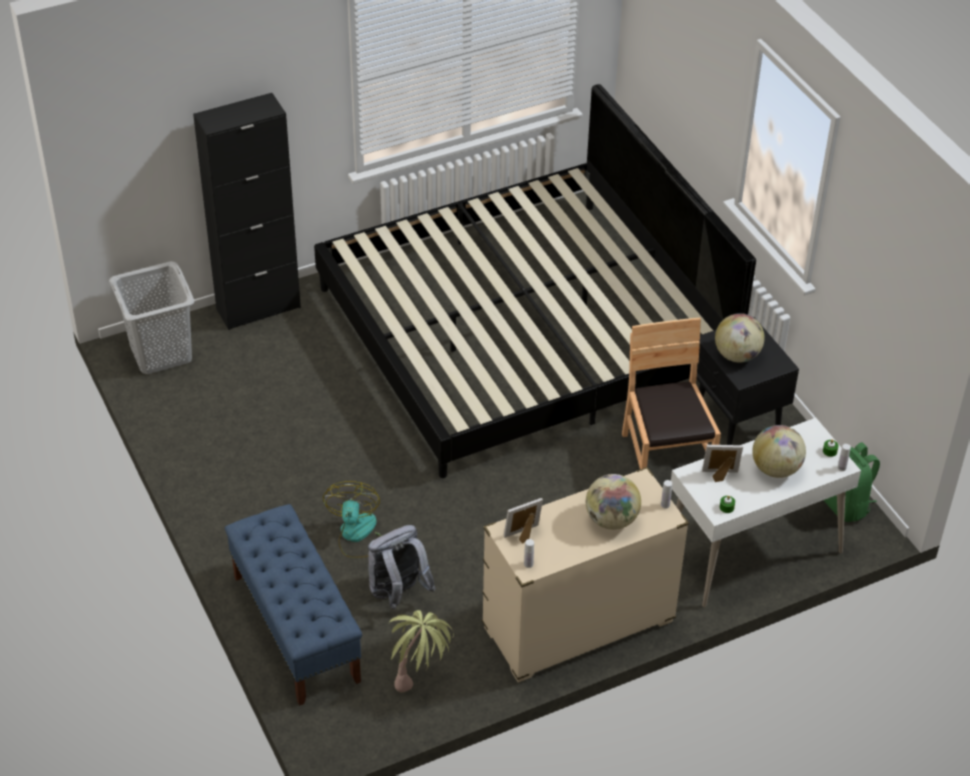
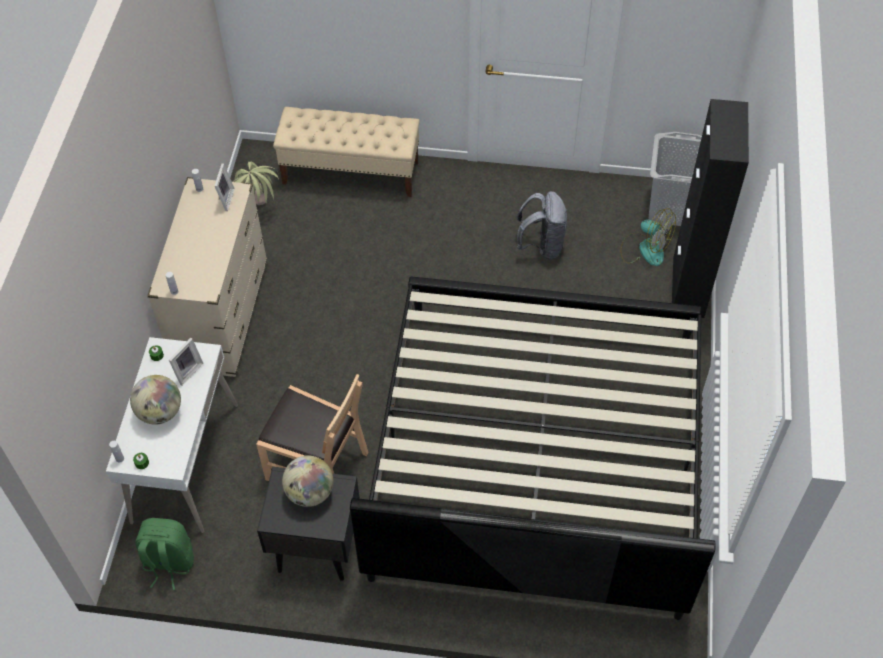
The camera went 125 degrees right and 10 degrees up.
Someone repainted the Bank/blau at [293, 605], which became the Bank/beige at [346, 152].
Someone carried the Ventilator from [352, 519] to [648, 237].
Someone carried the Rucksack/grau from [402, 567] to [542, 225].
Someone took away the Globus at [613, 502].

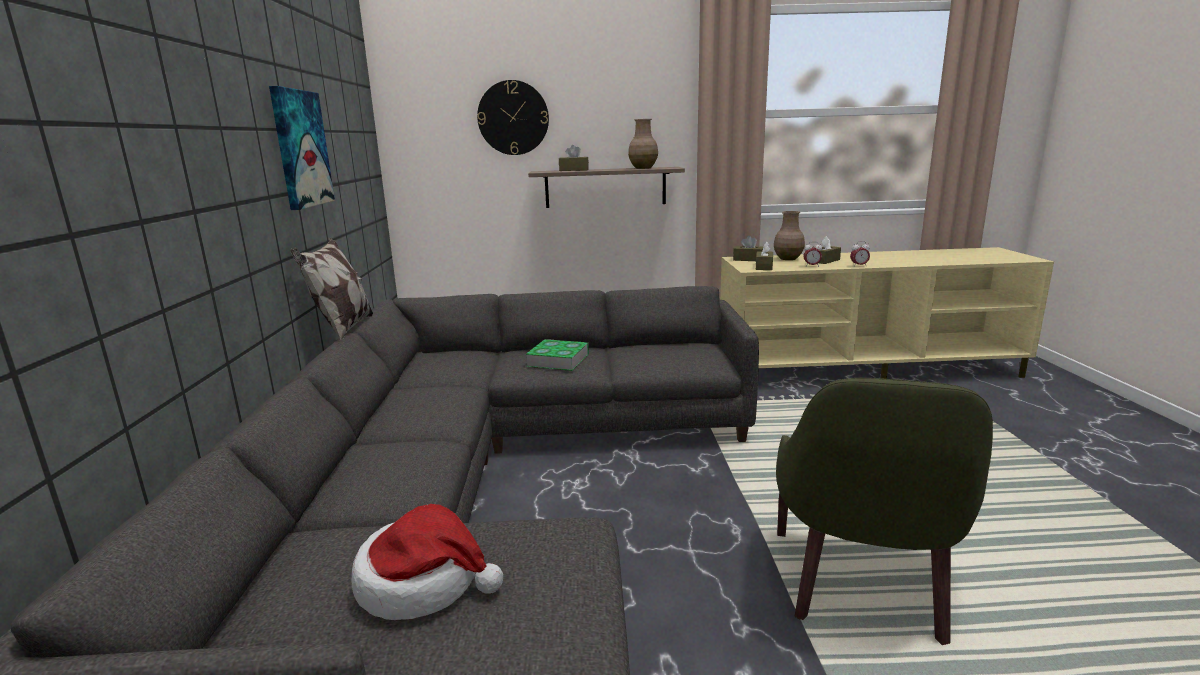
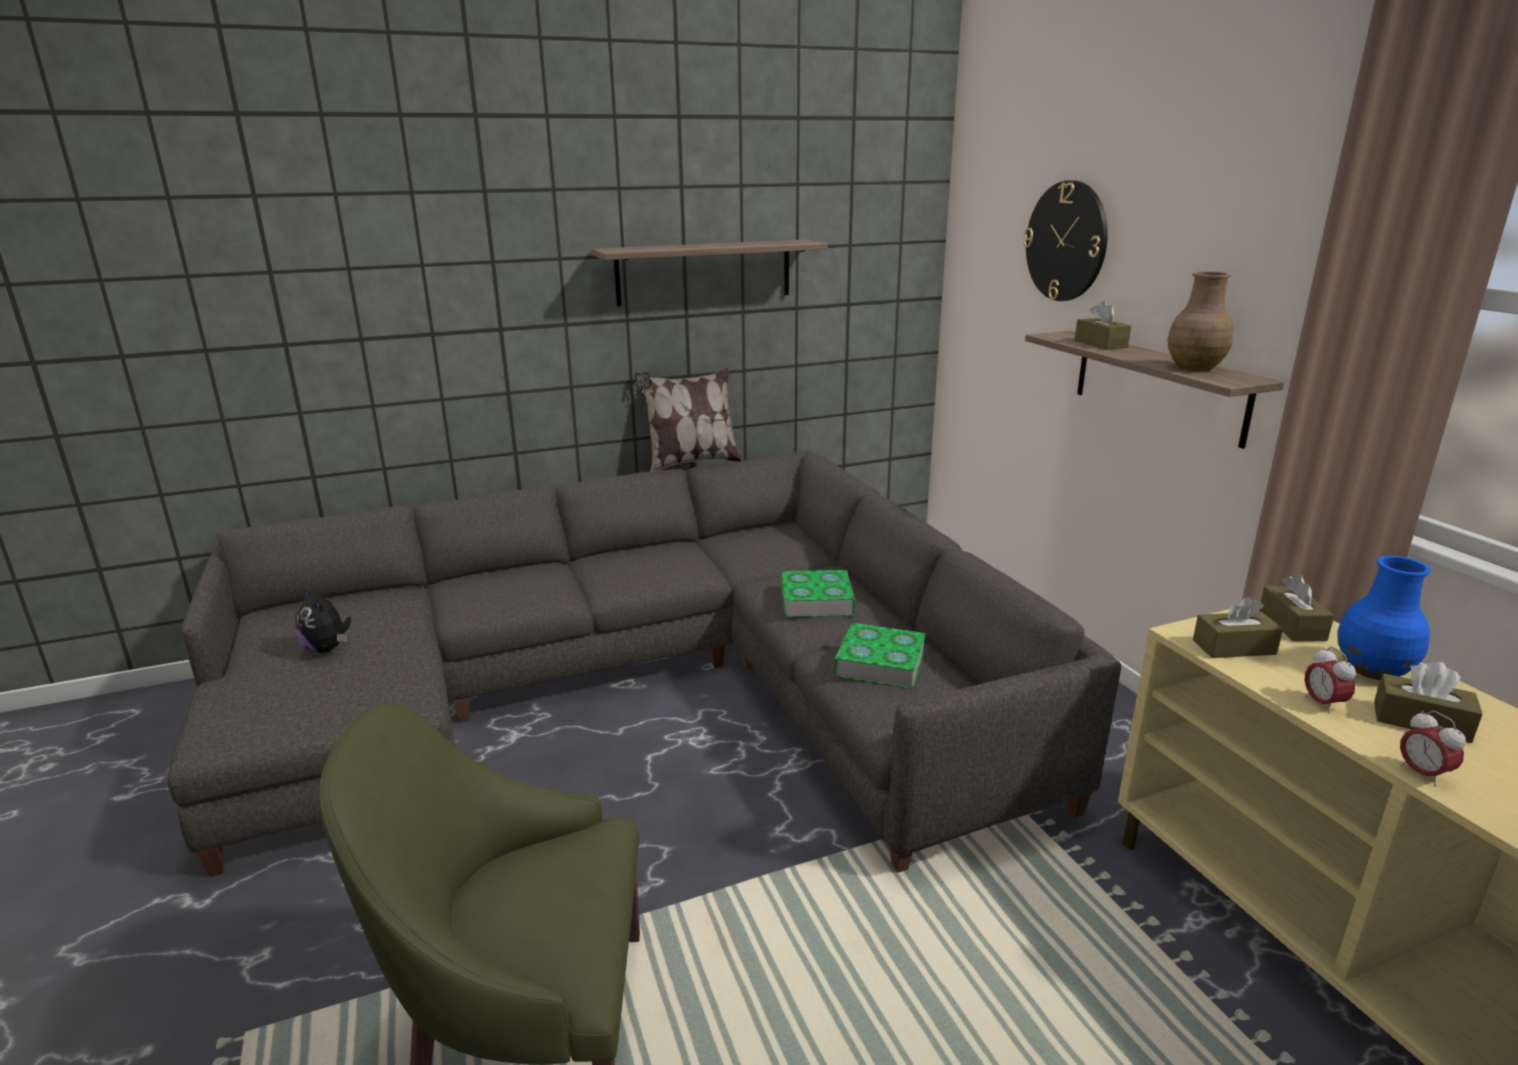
The camera went 70 degrees right and 5 degrees up.
Someone swapped the Bild at [302, 148] for the Wandregal at [710, 273].
Someone swapped the Hut at [427, 562] for the Plüschtier at [323, 620].
Someone repainted the Vase/braun at [789, 235], which became the Vase/blau at [1384, 618].
Someone put down the Buch at [880, 656].

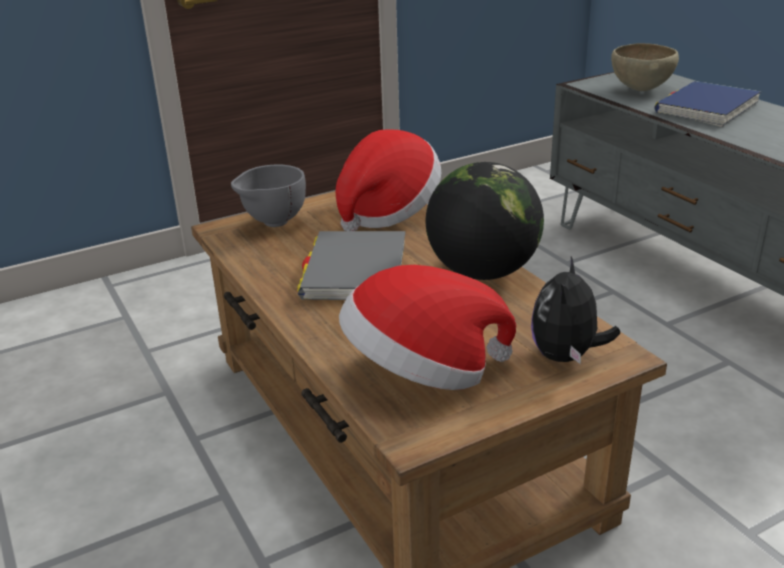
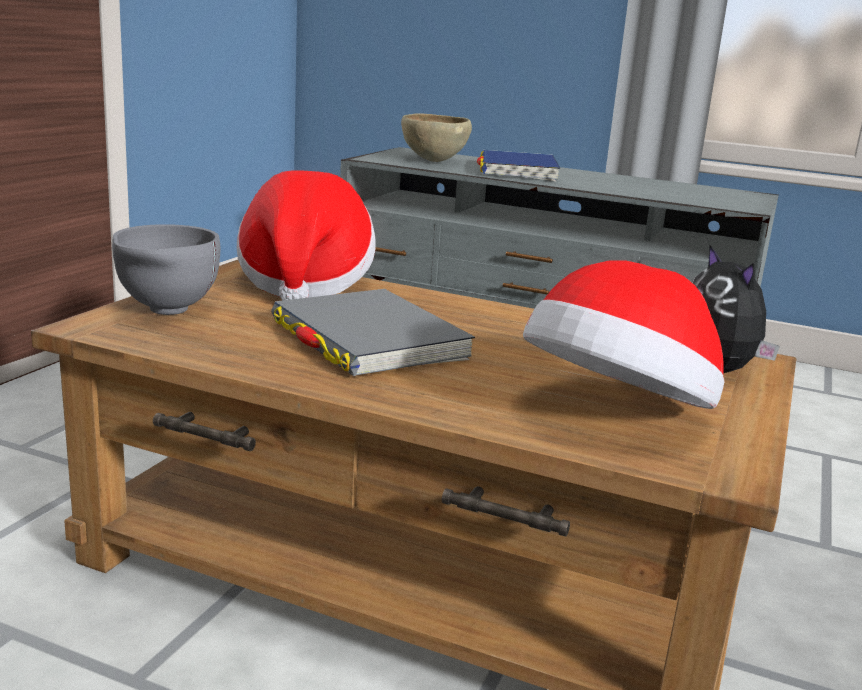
The camera went 40 degrees left and 10 degrees down.
Someone took away the Globus at [485, 221].

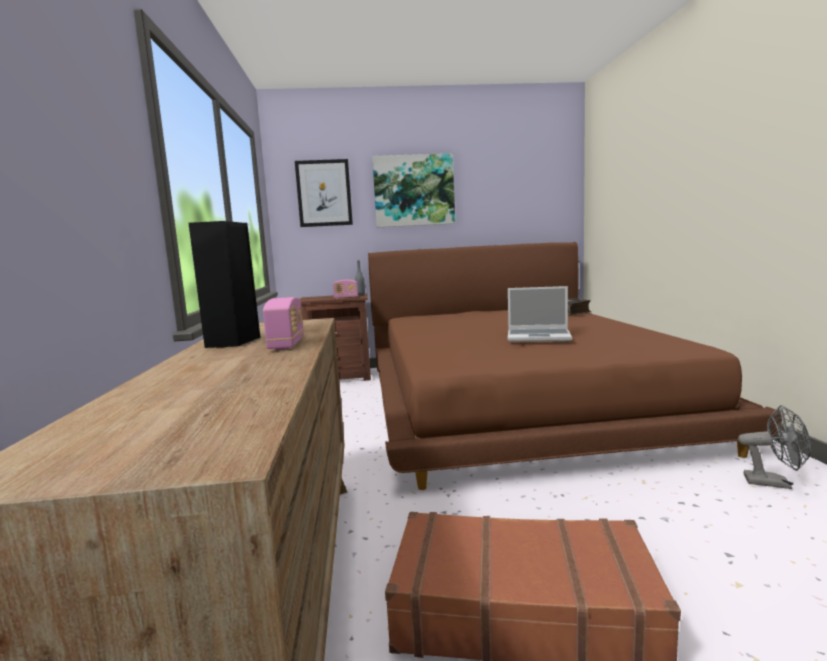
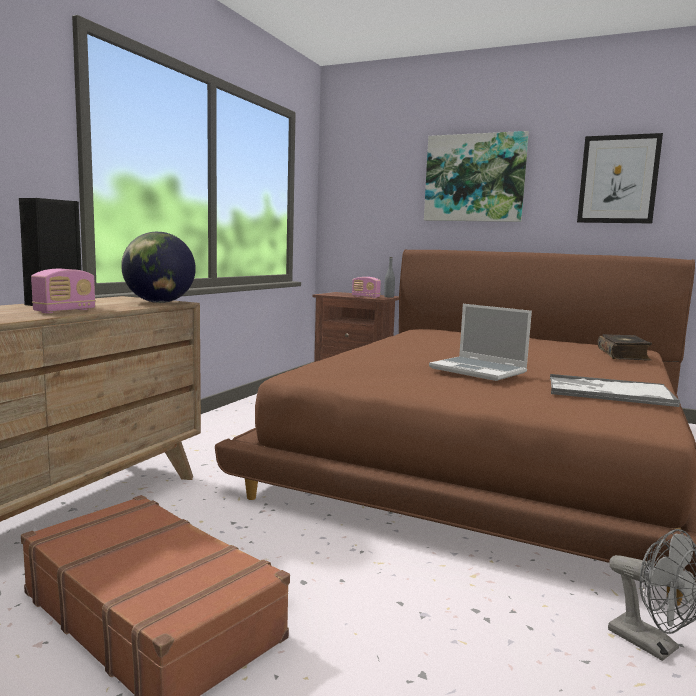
The camera went 30 degrees right and 0 degrees up.
Someone carried the Bild from [324, 193] to [620, 178].
Someone put down the Globus at [158, 267].
Someone put down the Tablett at [615, 390].

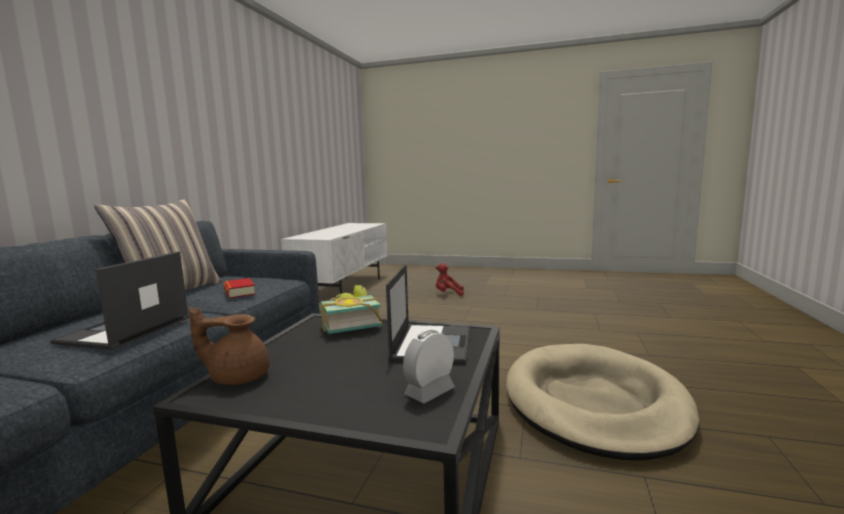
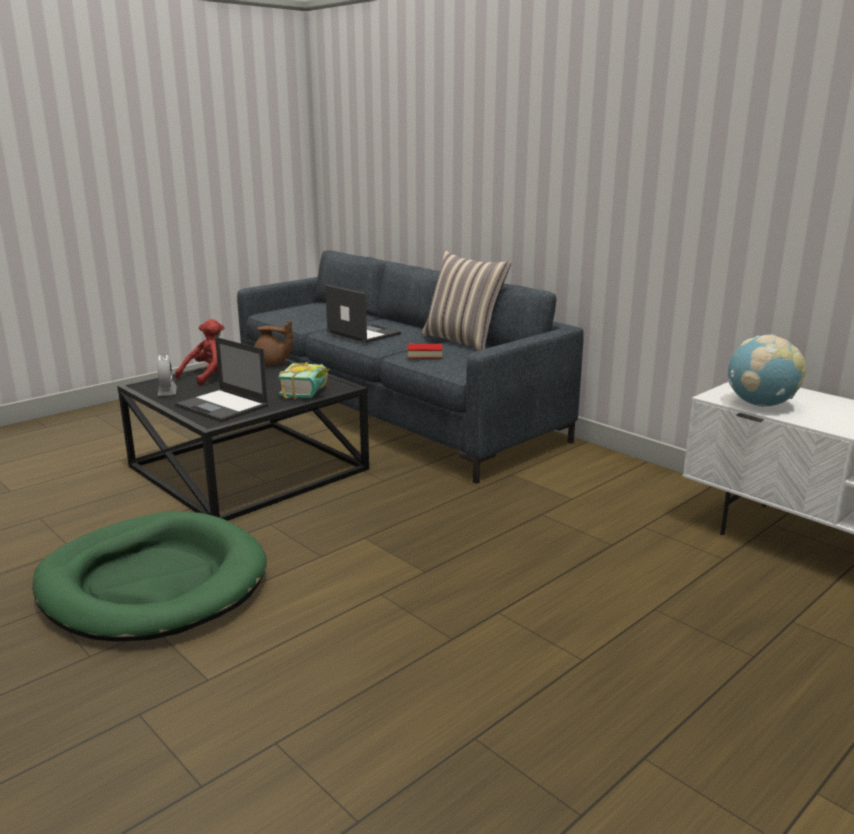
The camera went 120 degrees right and 10 degrees up.
Someone rotated the Teekanne/braun at [229, 346] by 75 degrees clockwise.
Someone carried the Plüschtier/rot from [450, 279] to [200, 352].
Someone repainted the Hundebett/beige at [603, 402], which became the Hundebett/grün at [149, 576].
Someone put down the Globus at [767, 371].

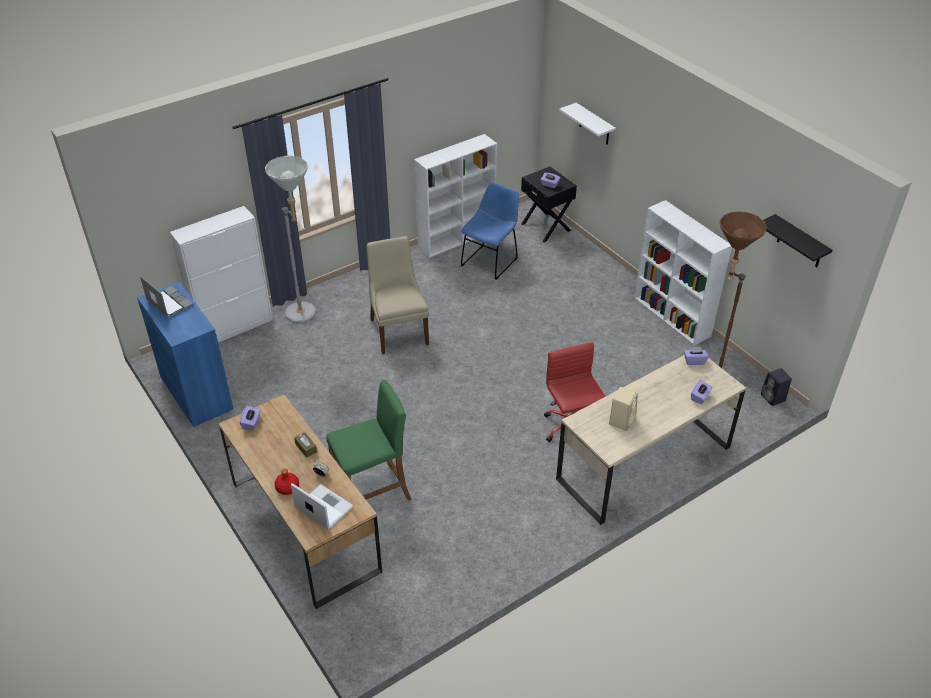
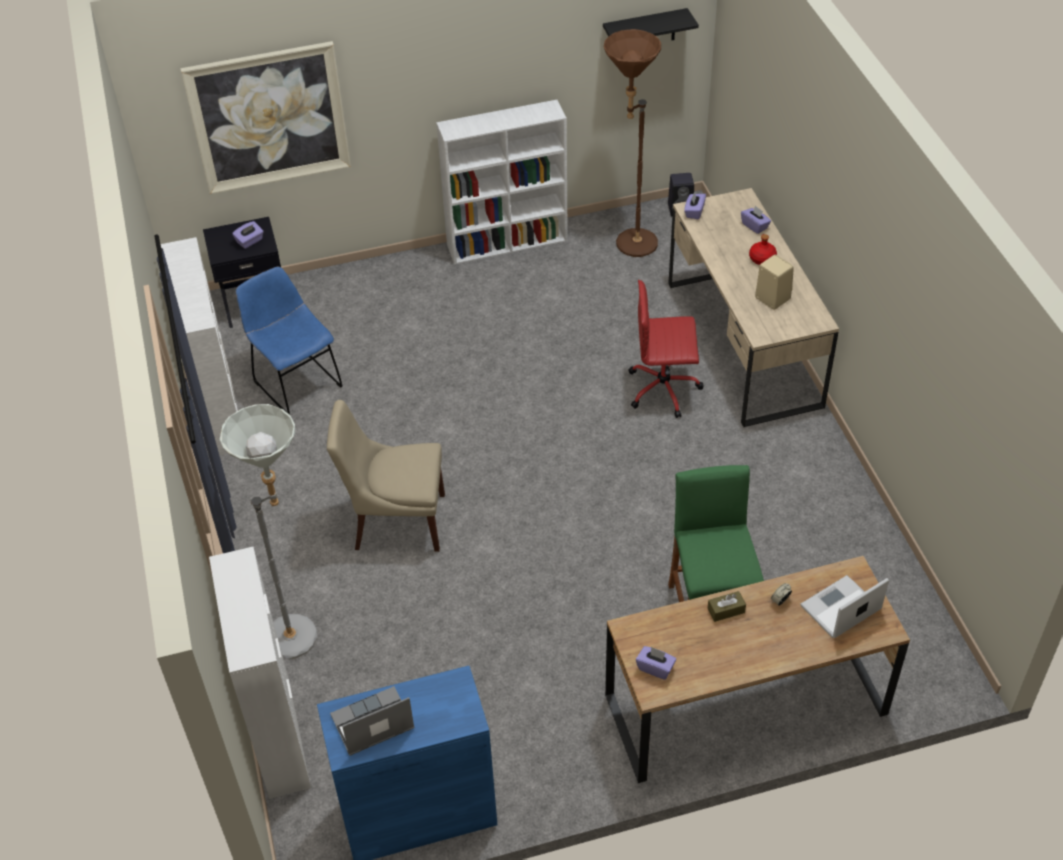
The camera went 70 degrees left and 5 degrees up.
Someone carried the Flasche/rot from [286, 482] to [763, 249].
Someone swapped the Wandregal/weiß at [587, 124] for the Bild at [265, 117].

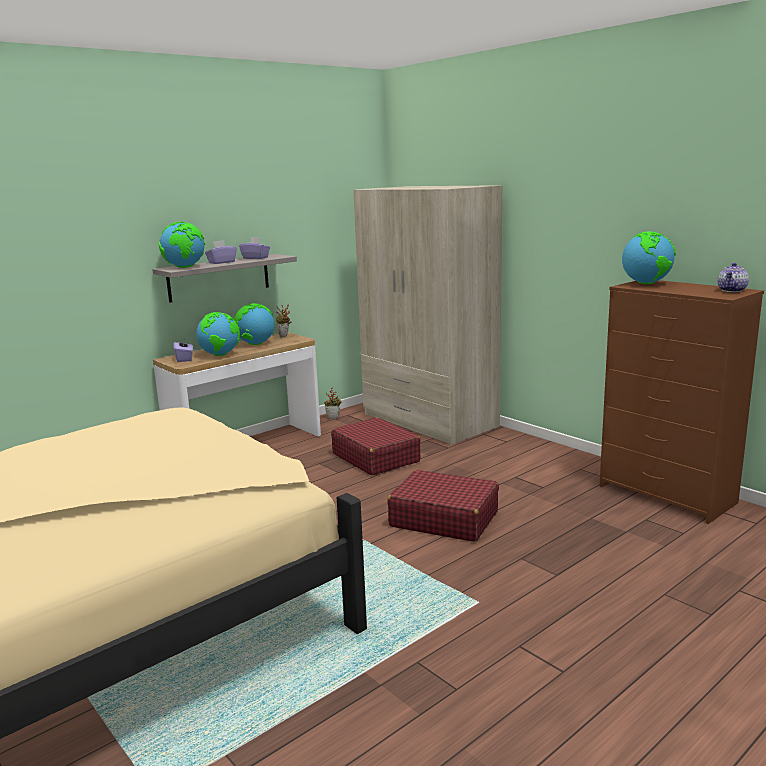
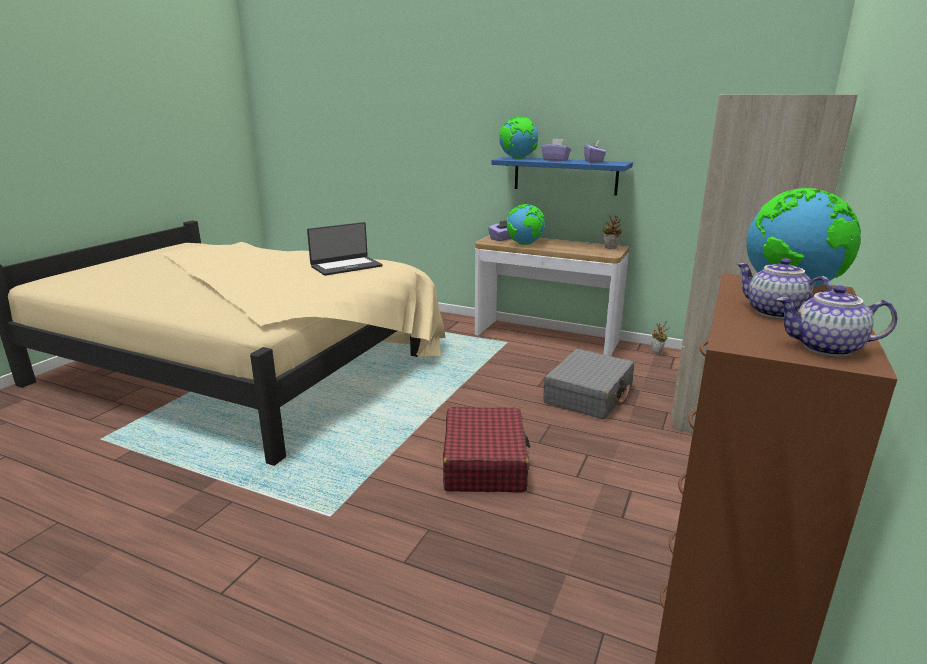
The camera went 65 degrees right and 5 degrees up.
Someone repainted the Wandregal/grau at [224, 278], which became the Wandregal/blau at [562, 176].
Someone took away the Globus at [254, 324].
Someone repainted the Koffer/rot at [376, 446], which became the Koffer/grau at [588, 384].
Someone put down the Laptop at [345, 249].
Someone put down the Teekanne at [785, 288].

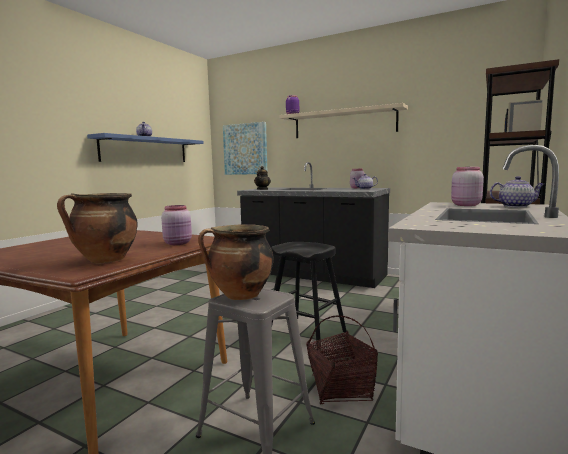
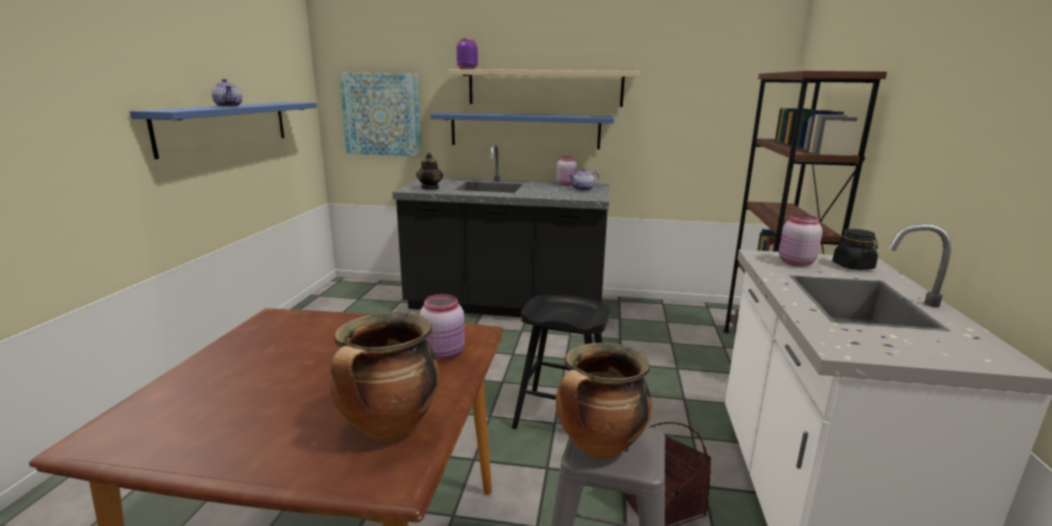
The camera went 20 degrees left and 10 degrees up.
Someone swapped the Teekanne at [517, 192] for the Vorratsglas/schwarz at [855, 249].
Someone put up the Wandregal/blau at [522, 131].

